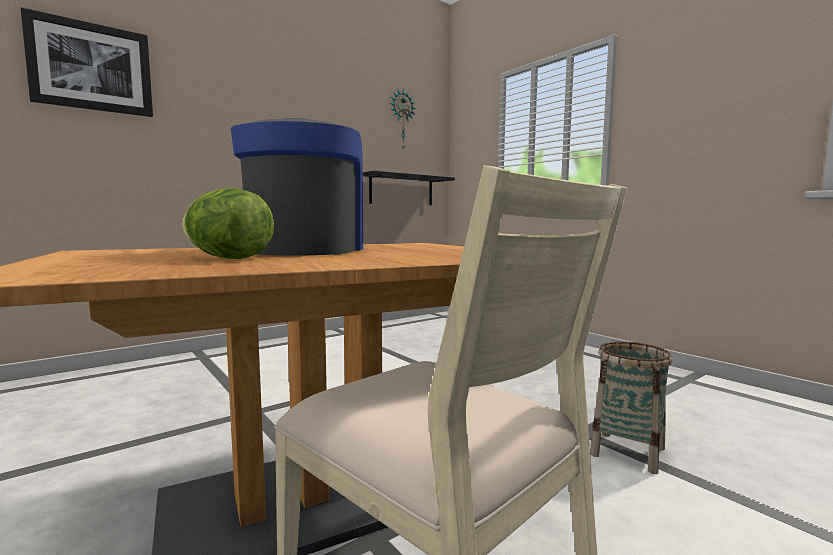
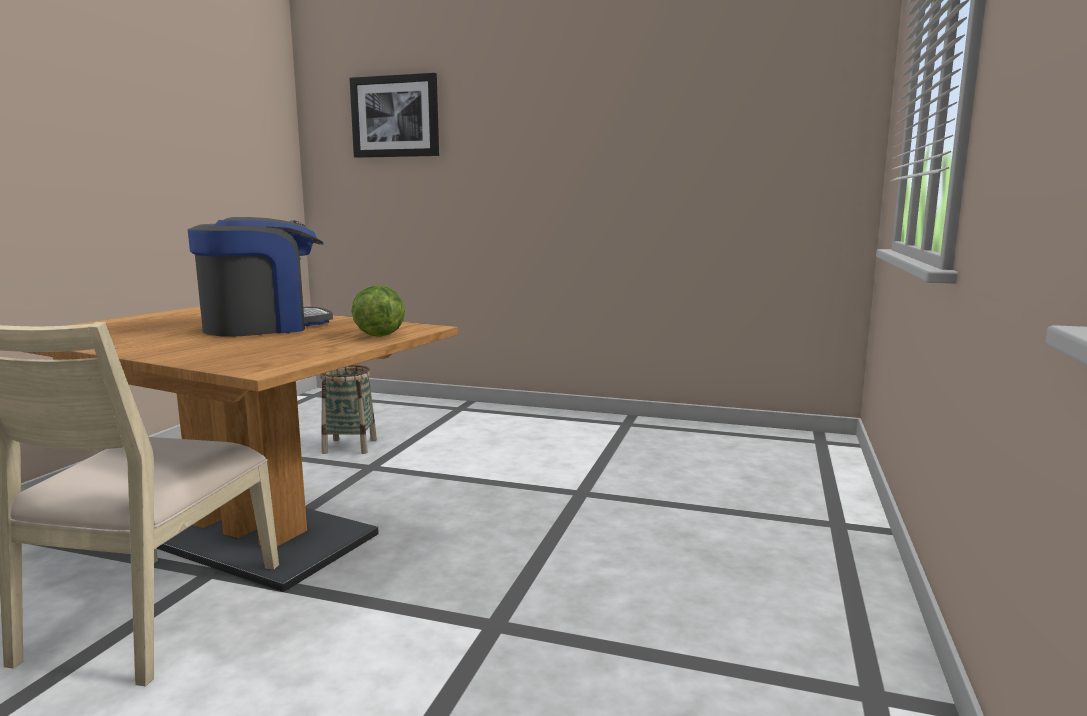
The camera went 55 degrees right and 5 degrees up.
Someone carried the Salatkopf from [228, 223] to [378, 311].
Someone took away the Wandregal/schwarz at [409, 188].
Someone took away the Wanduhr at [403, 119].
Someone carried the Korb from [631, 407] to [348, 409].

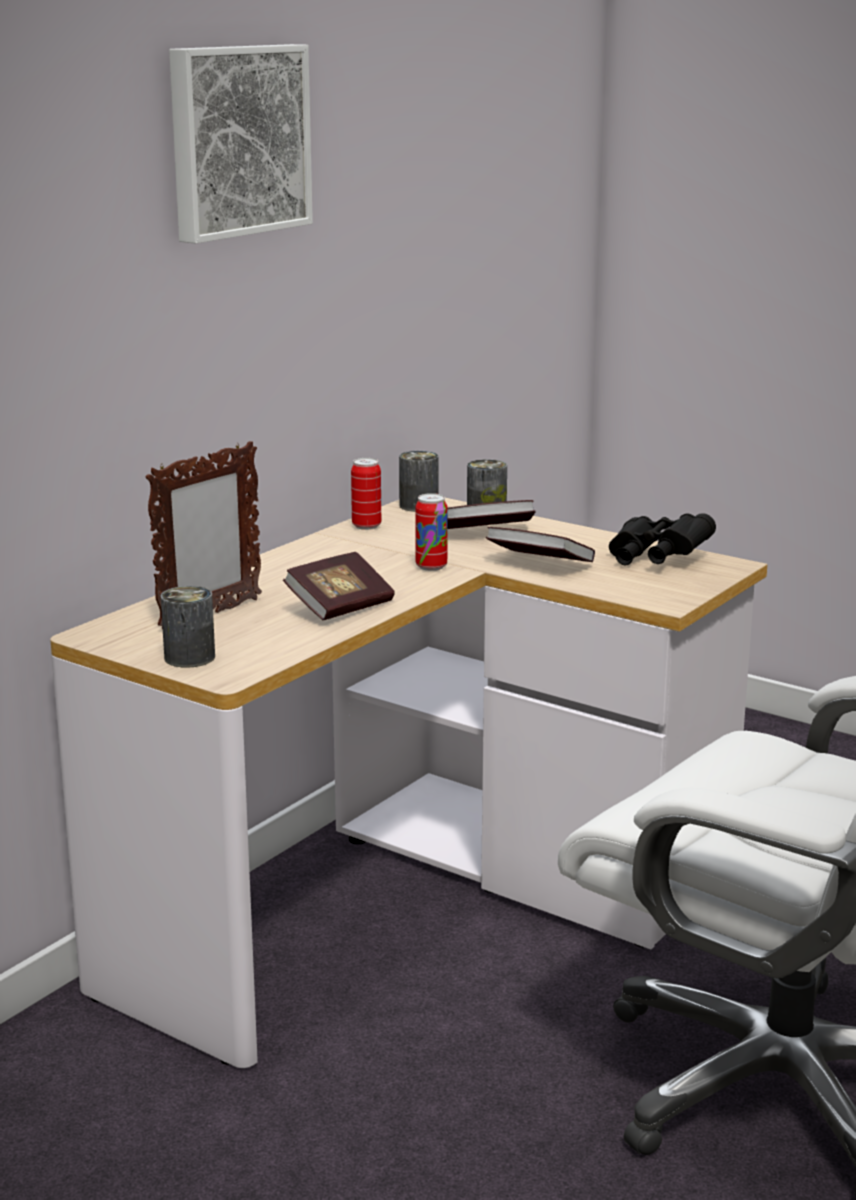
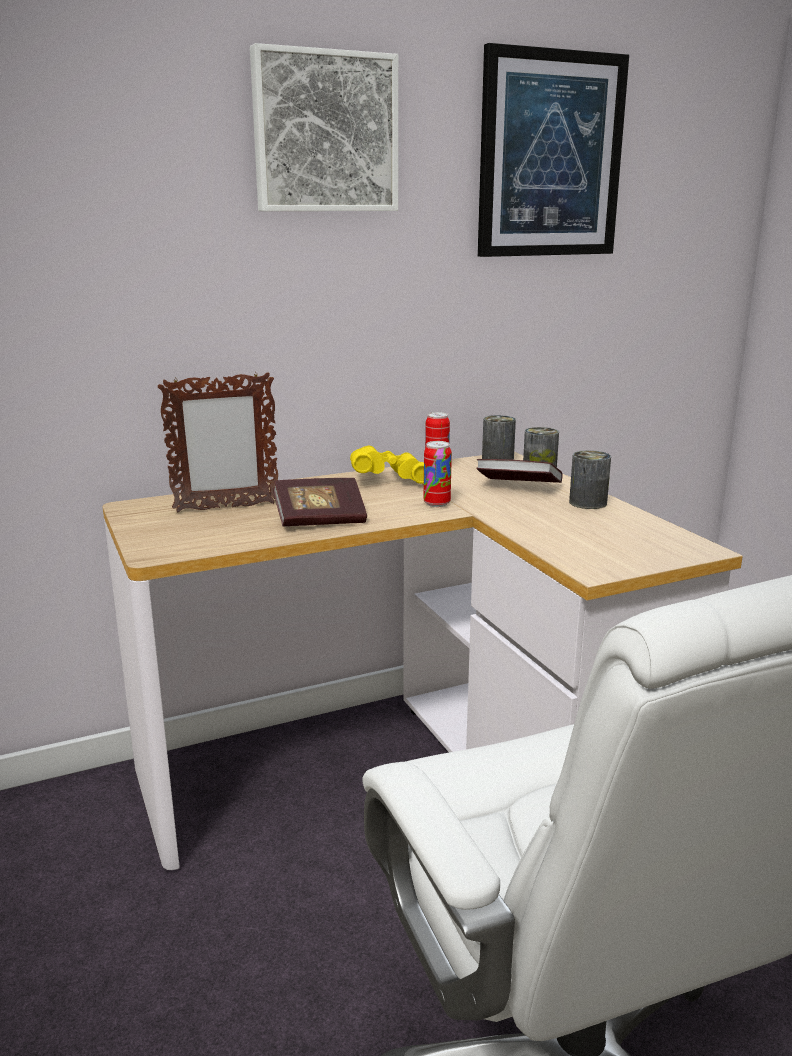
The camera went 30 degrees right and 0 degrees up.
Someone carried the Dose from [188, 627] to [590, 479].
Someone took away the Buch at [540, 544].
Someone took away the Fernglas/schwarz at [662, 539].
Someone put down the Fernglas/gelb at [387, 465].
Someone put up the Bild at [553, 150].

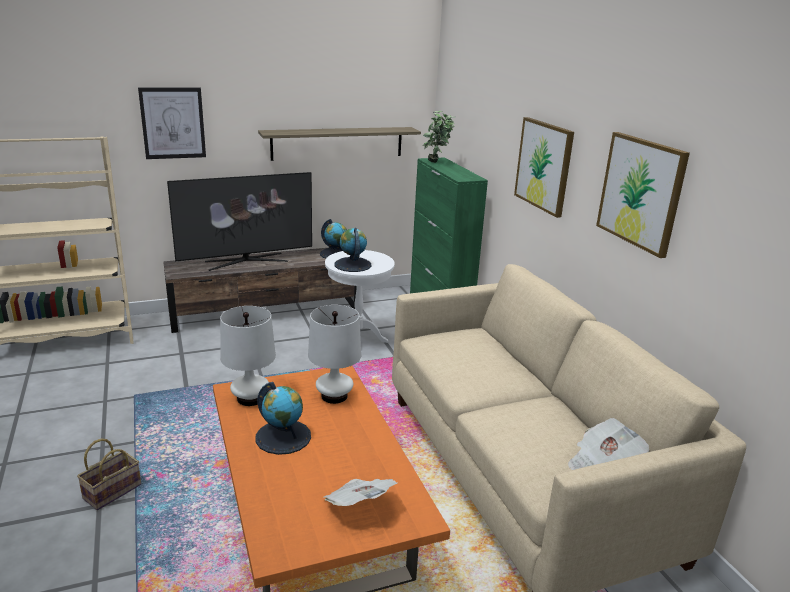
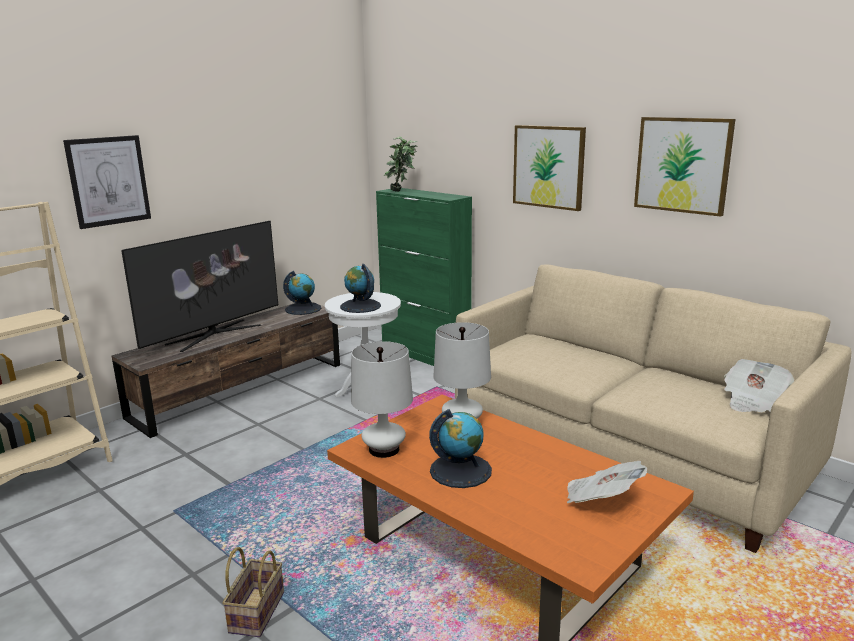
The camera went 25 degrees left and 5 degrees down.
Someone took away the Wandregal at [339, 144].

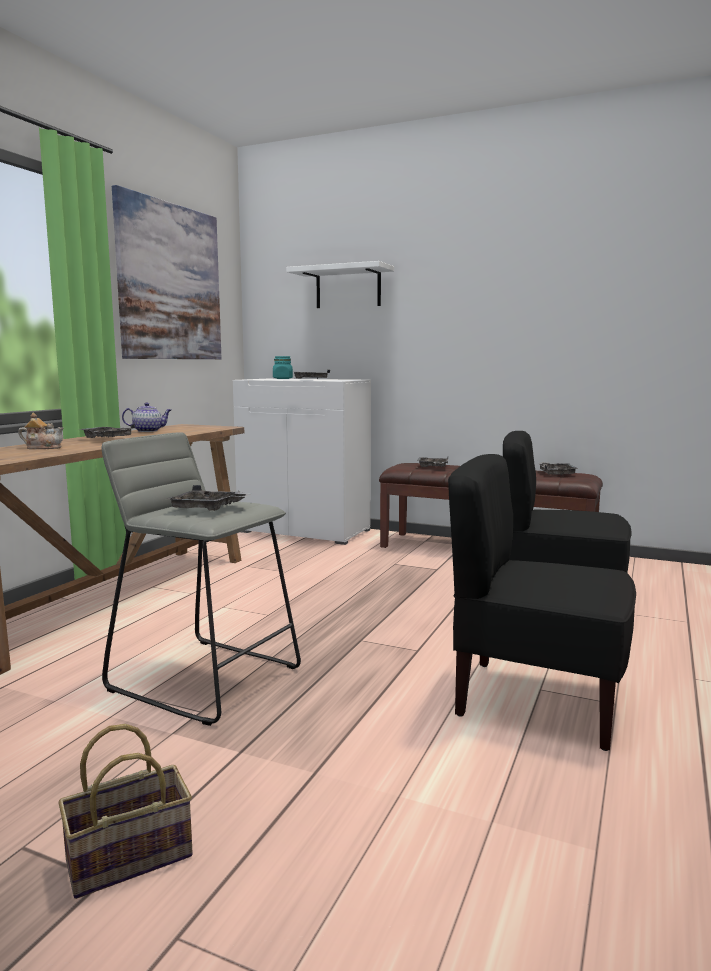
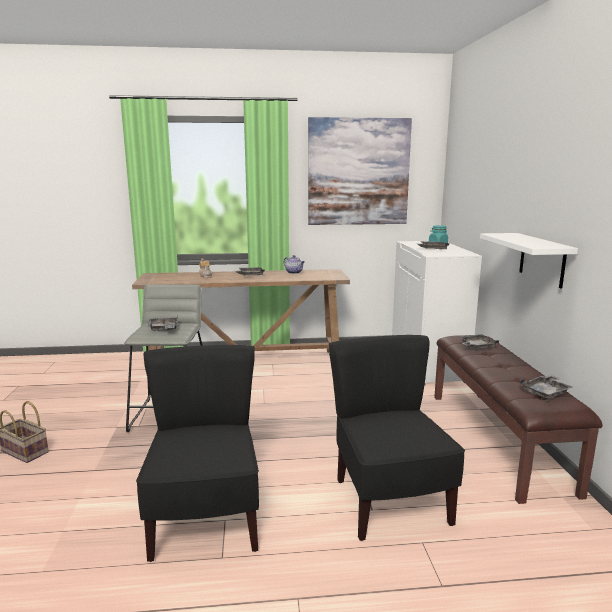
The camera went 60 degrees right and 5 degrees up.
Someone carried the Wandregal/weiß from [340, 284] to [529, 261].

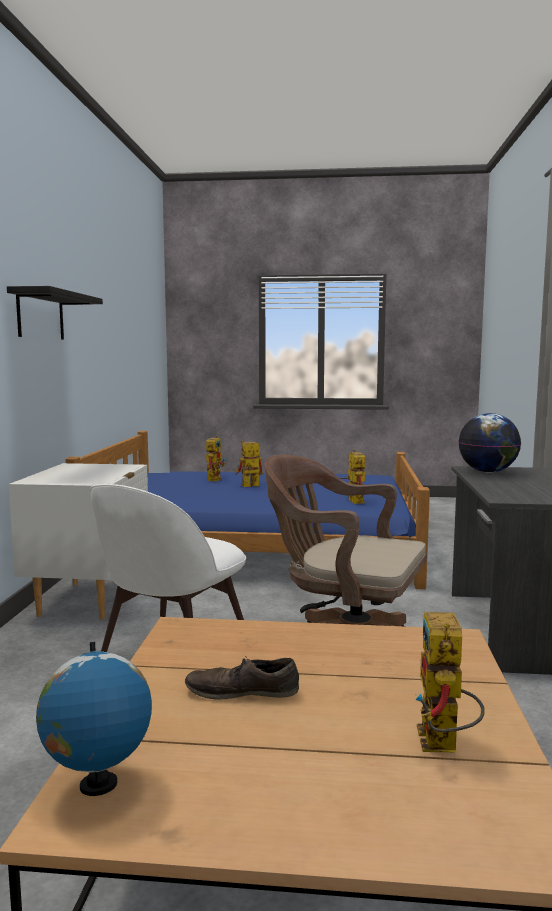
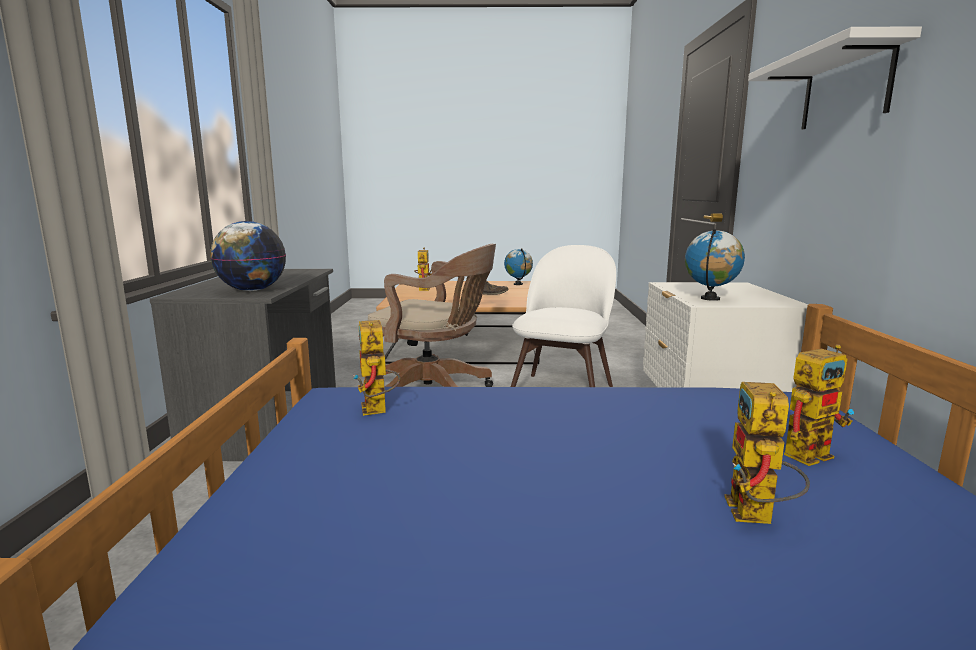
The camera went 175 degrees right and 5 degrees up.
Someone repainted the Wandregal/schwarz at [55, 313], which became the Wandregal/weiß at [835, 78].
Someone carried the Spielzeugroboter from [249, 464] to [819, 405].
Someone put down the Globus at [715, 265].

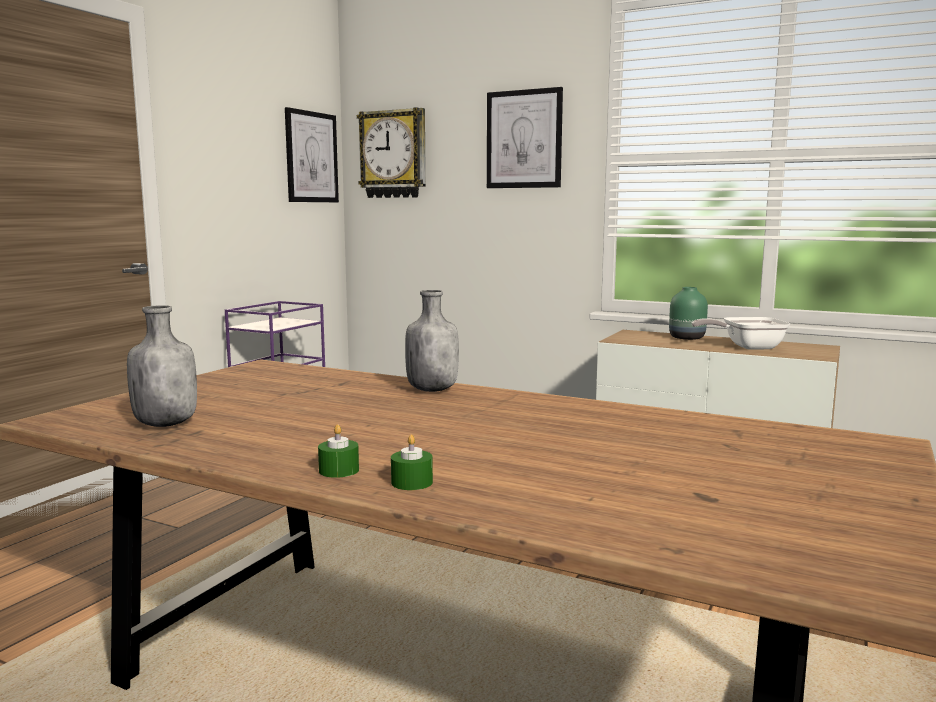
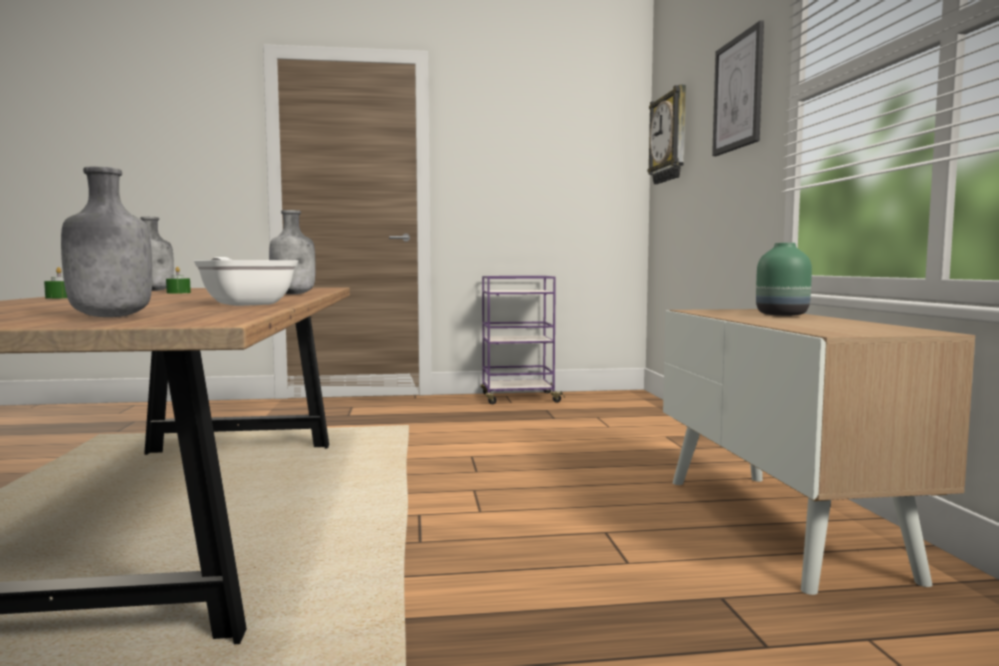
The camera went 55 degrees right and 5 degrees down.
Someone took away the Bild at [312, 154].
Someone carried the Kerze/grün from [412, 462] to [178, 280].
Someone carried the Pfanne from [741, 333] to [246, 281].
Someone put down the Flasche/grau at [106, 242].

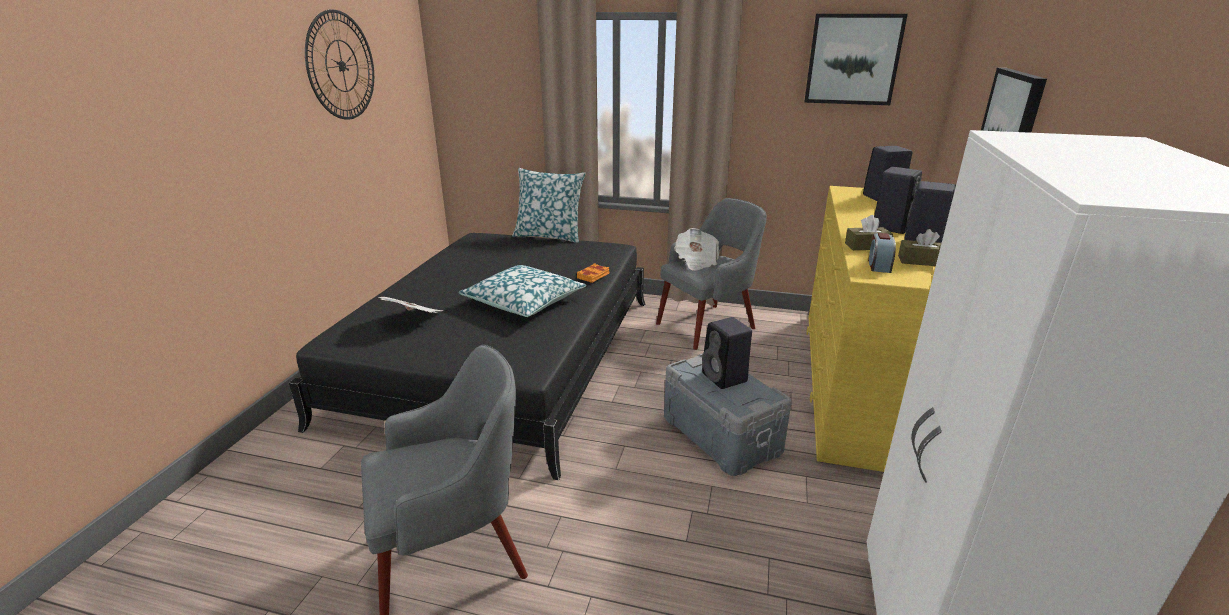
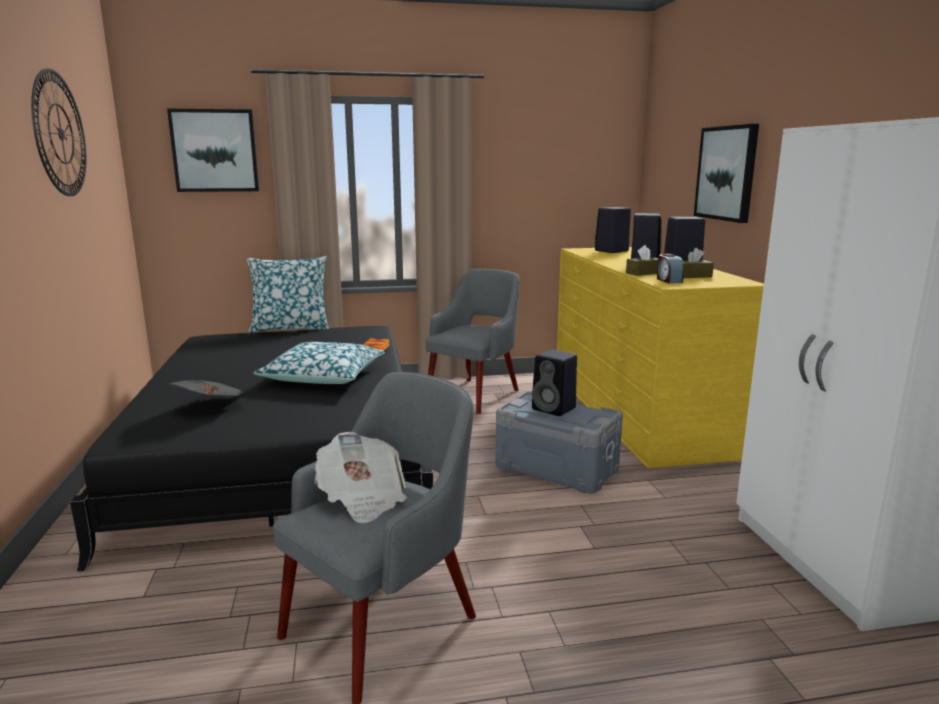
The camera went 25 degrees left and 10 degrees down.
Someone carried the Zeitung from [696, 249] to [360, 477].
Someone carried the Bild from [856, 59] to [213, 150].

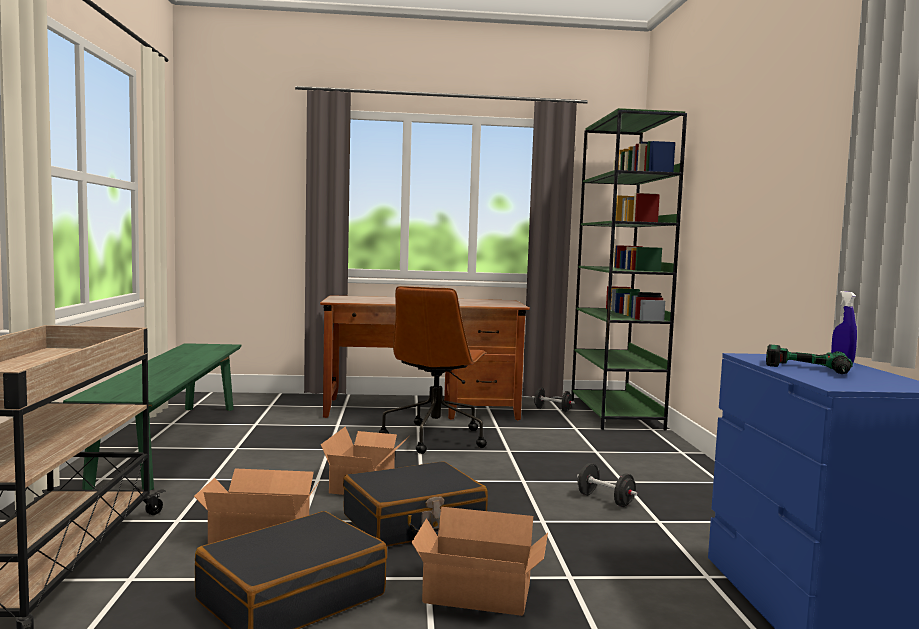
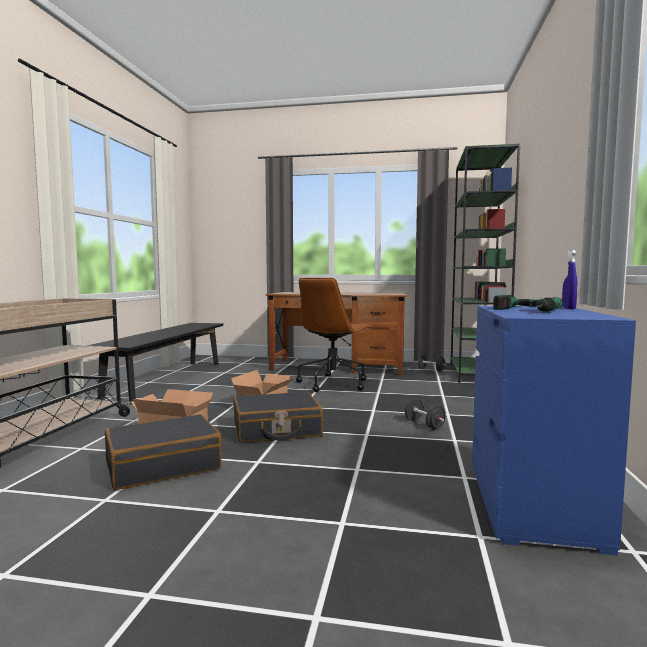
The camera went 15 degrees right and 0 degrees up.
Someone repainted the Bank/grün at [152, 416], which became the Bank/schwarz at [155, 363].
Someone took away the Karton at [479, 561].

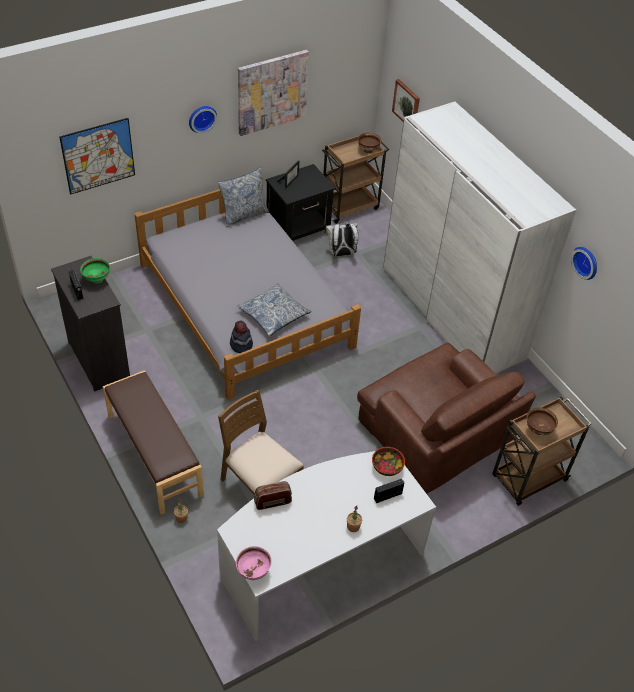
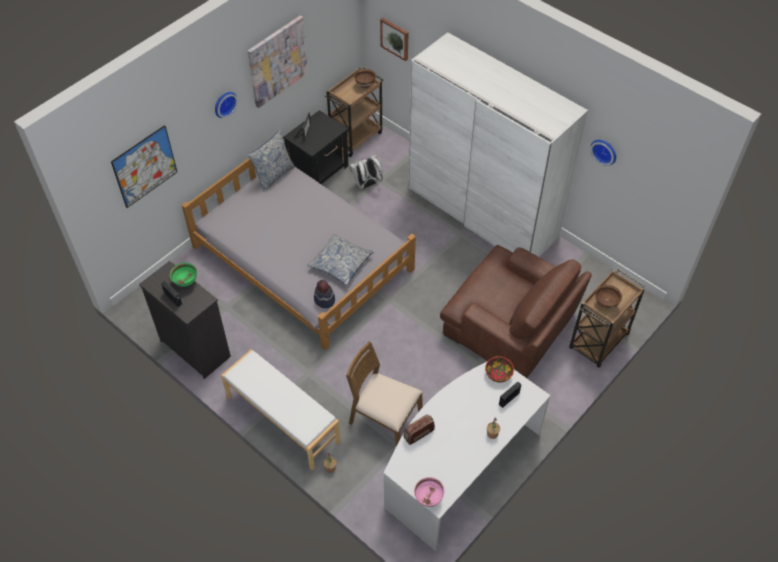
The camera went 15 degrees left and 5 degrees up.
Someone repainted the Bank/braun at [153, 442], which became the Bank/weiß at [281, 409].

